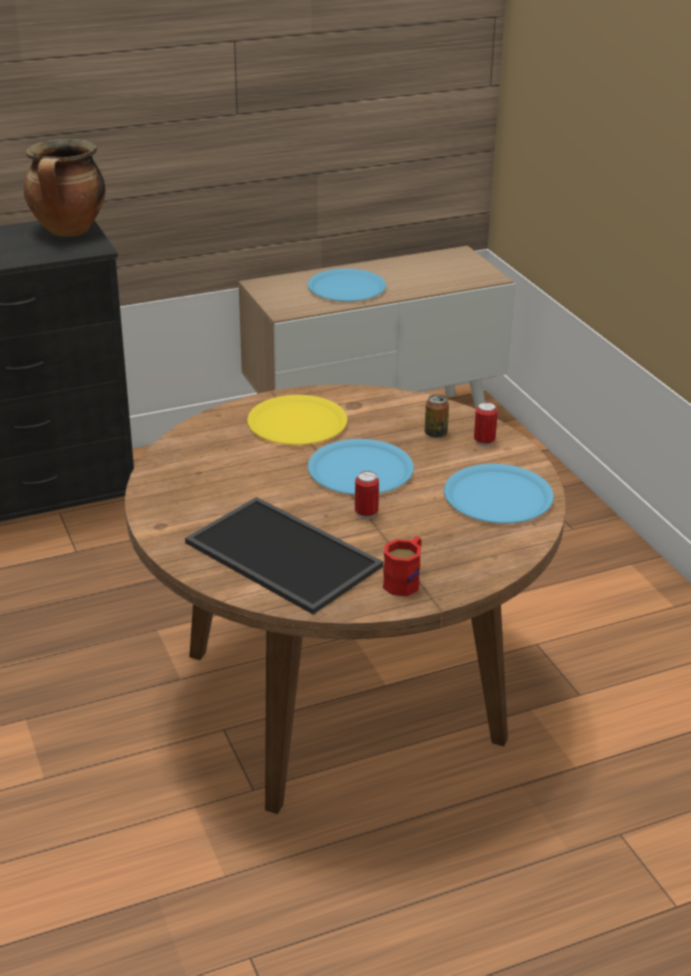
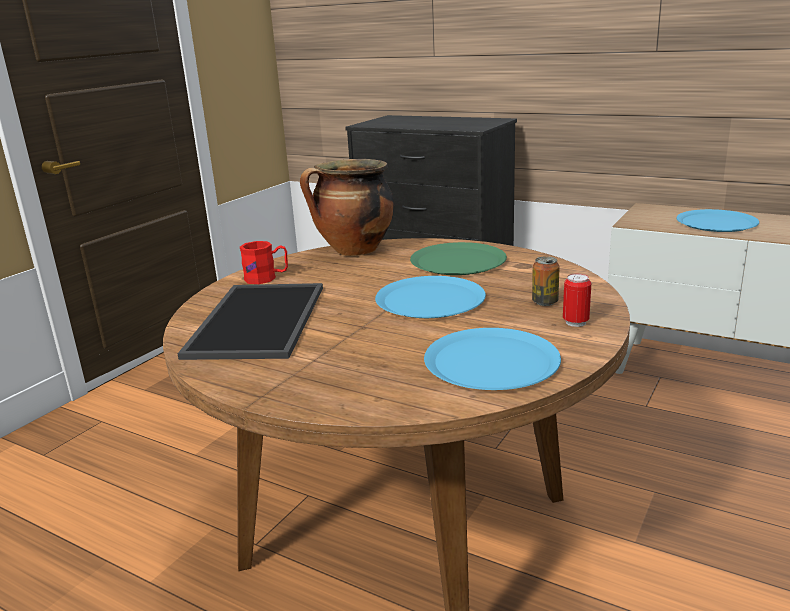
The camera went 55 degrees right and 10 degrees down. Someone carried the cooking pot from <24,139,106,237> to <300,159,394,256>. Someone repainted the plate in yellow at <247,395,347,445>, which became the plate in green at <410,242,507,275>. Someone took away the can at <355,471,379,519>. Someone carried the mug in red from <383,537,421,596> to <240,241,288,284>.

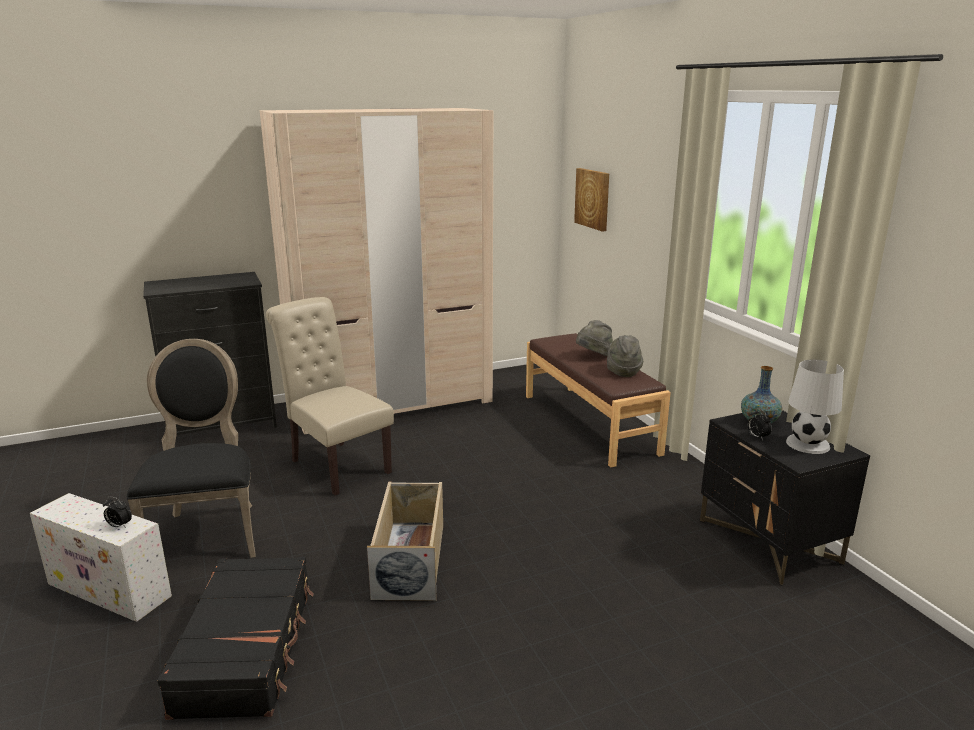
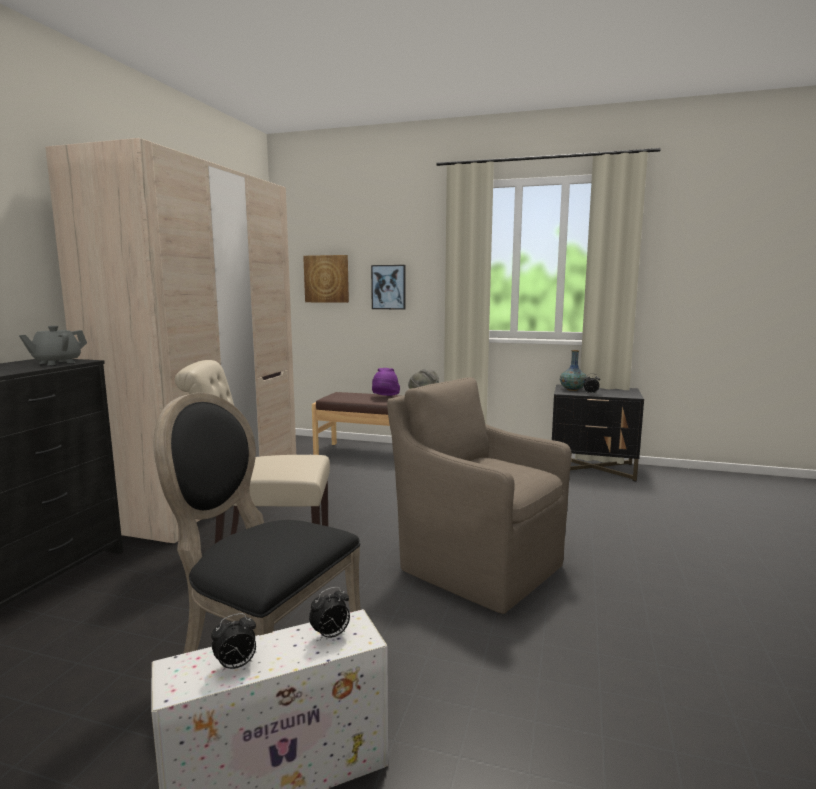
The camera went 50 degrees left and 10 degrees down. Someone took away the suitcase in black at <157,557,314,720>. Someone swapped the storage box in beige at <367,482,443,601> for the armchair in brown at <387,377,572,614>. Someone repainted the hat in grey at <576,320,613,356>, which became the hat in purple at <372,368,400,396>. Someone took away the table lamp in white at <786,359,844,454>. Someone put down the teapot in grey at <19,326,87,365>. Someone put down the alarm clock at <211,613,256,672>. Someone put up the picture at <371,265,405,310>.

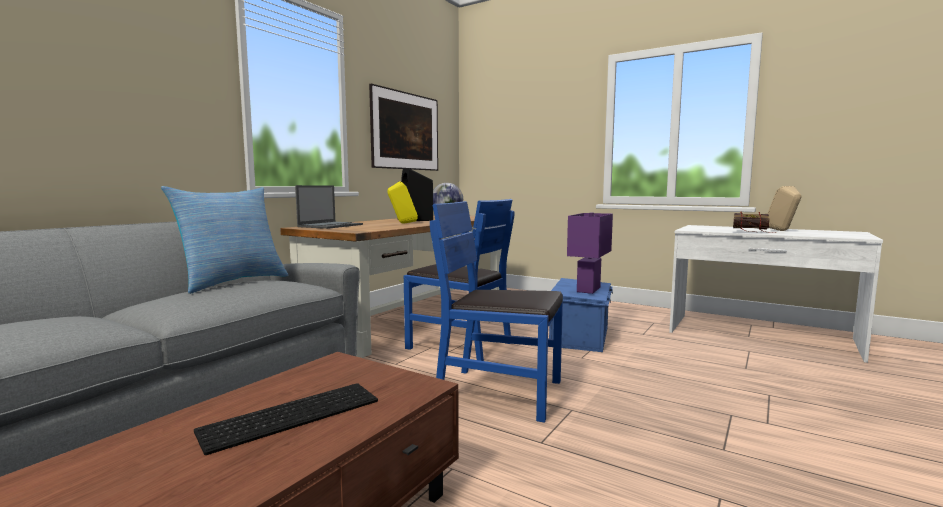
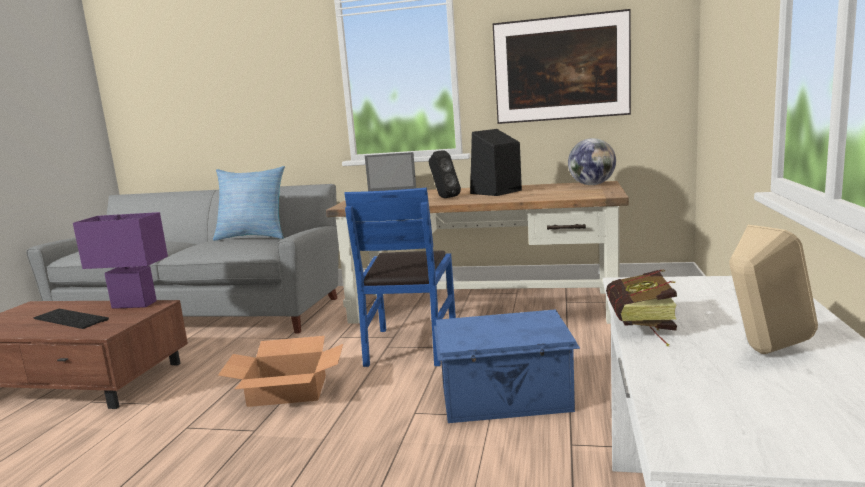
The camera went 70 degrees right and 5 degrees up. Someone repainted the speaker in yellow at <388,182,418,223>, which became the speaker in black at <429,150,461,198>. Someone swapped the chair in blue at <430,201,563,423> for the cardboard box at <218,336,343,407>. Someone carried the table lamp in purple from <567,213,613,294> to <73,212,168,309>.

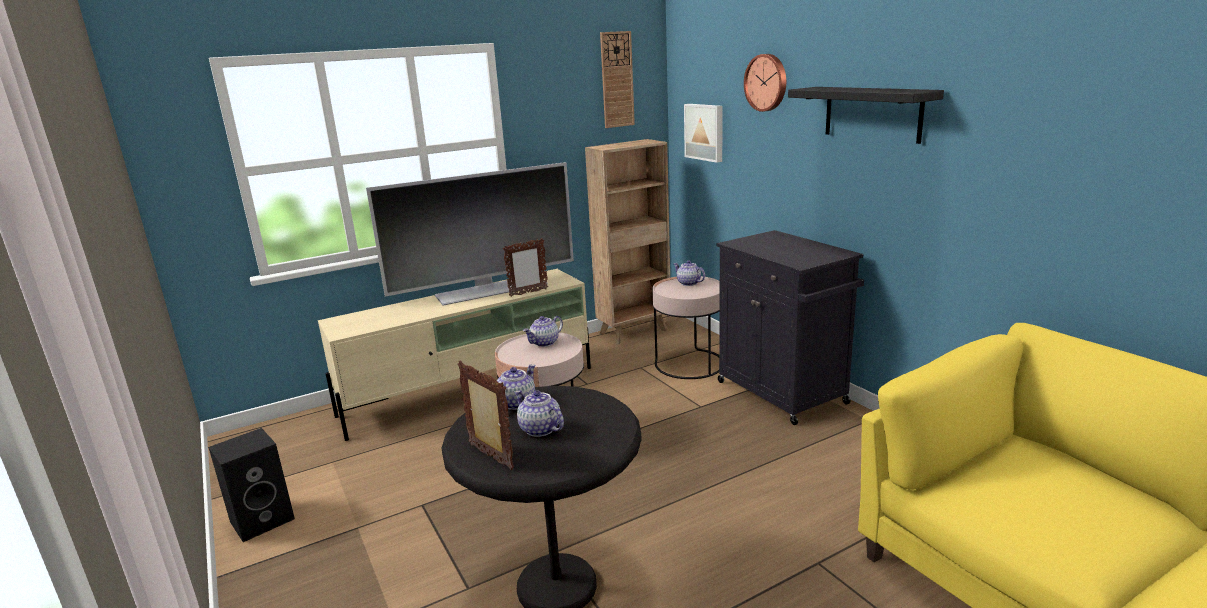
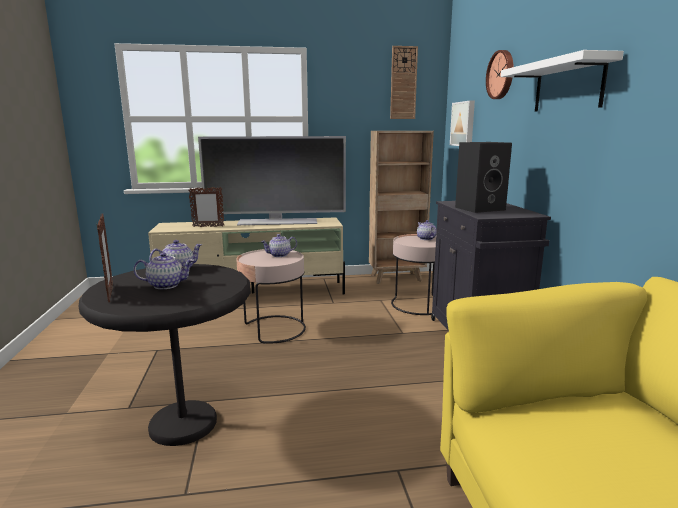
The camera went 20 degrees right and 5 degrees down. Someone carried the speaker in black from <208,428,295,542> to <455,142,512,213>. Someone carried the picture frame from <503,238,548,297> to <189,187,225,227>. Someone rotated the teapot at <514,390,564,437> by 105 degrees clockwise. Someone repainted the shelf in black at <788,87,944,144>, which became the shelf in white at <501,50,624,112>.

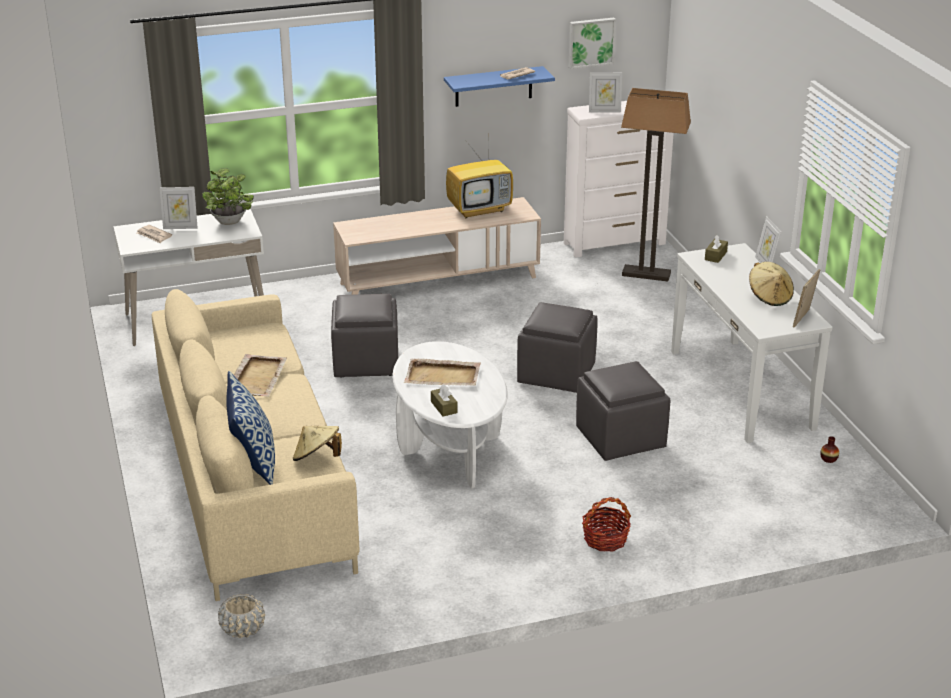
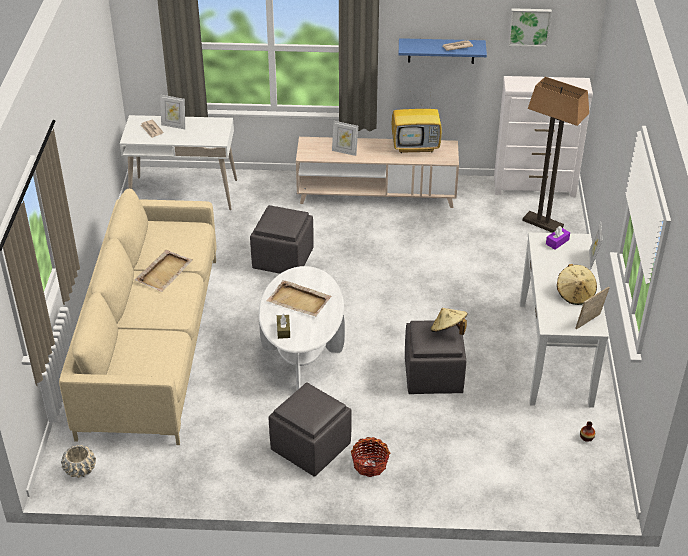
The camera went 20 degrees right and 10 degrees up. Someone took away the potted plant at <202,168,254,225>. Someone took away the pillow at <226,371,275,485>. Someone carried the hat in beige from <293,426,342,461> to <431,308,468,335>. Someone carried the ottoman in grey from <517,302,598,393> to <269,382,352,477>. Someone carried the picture frame from <589,72,622,113> to <332,121,358,156>. Someone repainted the tissue box in brown at <705,235,728,263>, which became the tissue box in purple at <546,226,570,249>.

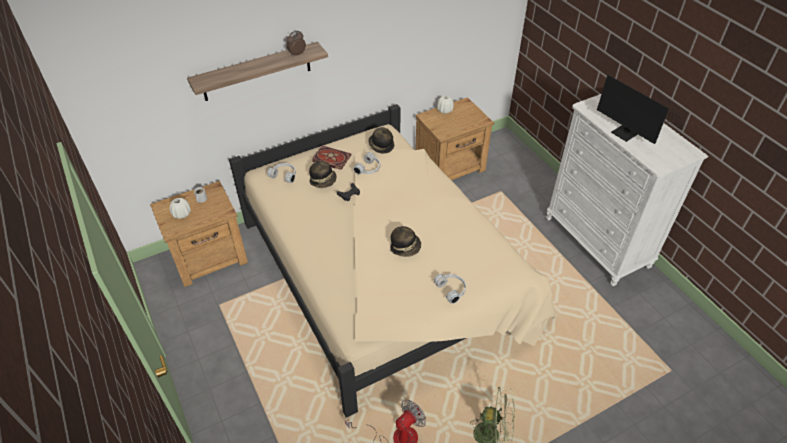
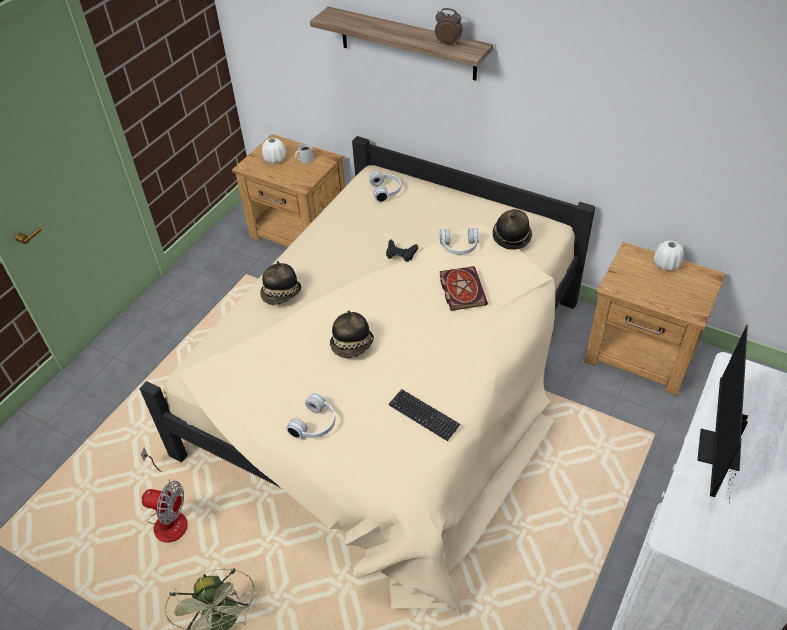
The camera went 60 degrees right and 0 degrees up. Someone carried the hat from <309,160,337,188> to <260,261,301,305>. Someone carried the book from <312,146,351,170> to <440,266,488,311>. Someone put down the keyboard at <388,389,461,441>.

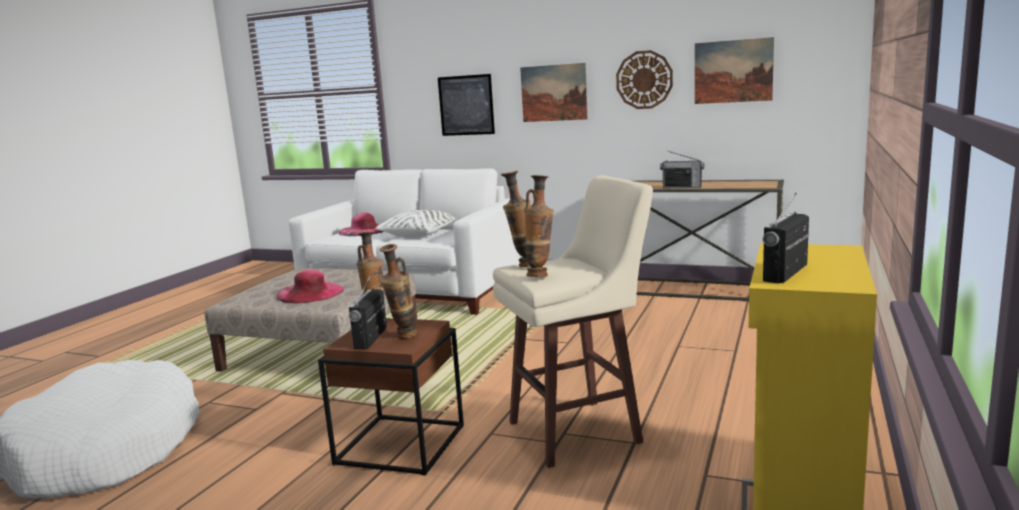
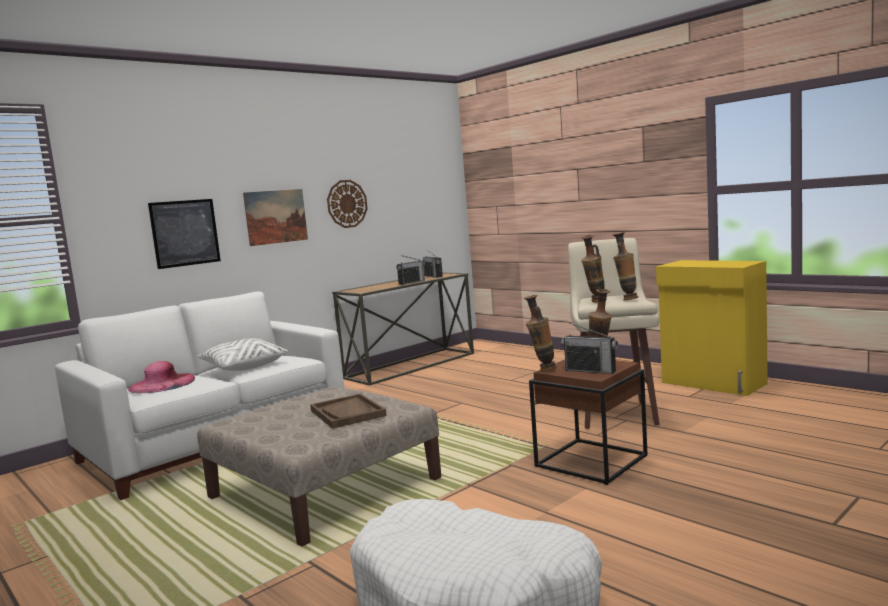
The camera went 65 degrees left and 5 degrees down. Someone swapped the hat in pink at <276,269,344,303> for the tray in brown at <310,393,387,429>. Someone took away the picture at <695,37,774,104>. Someone carried the radio from <763,193,809,283> to <423,249,443,278>.

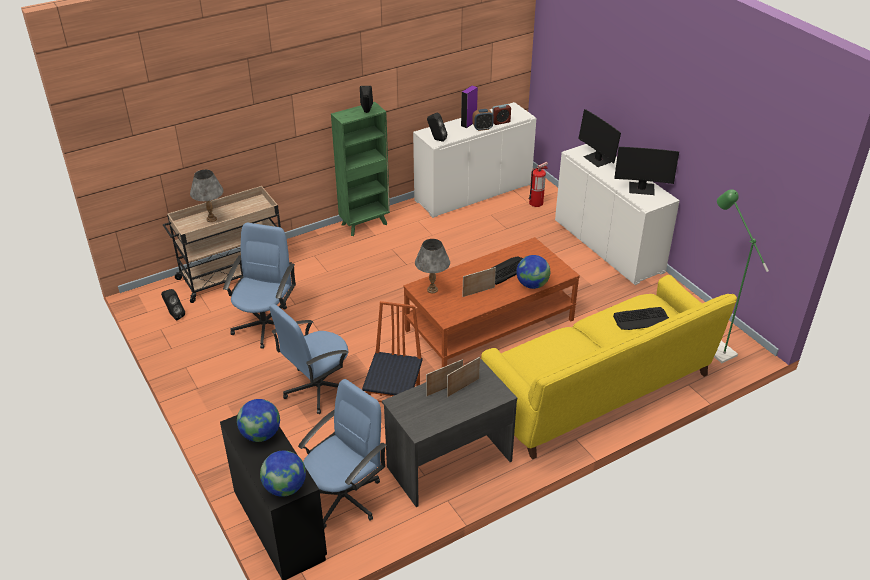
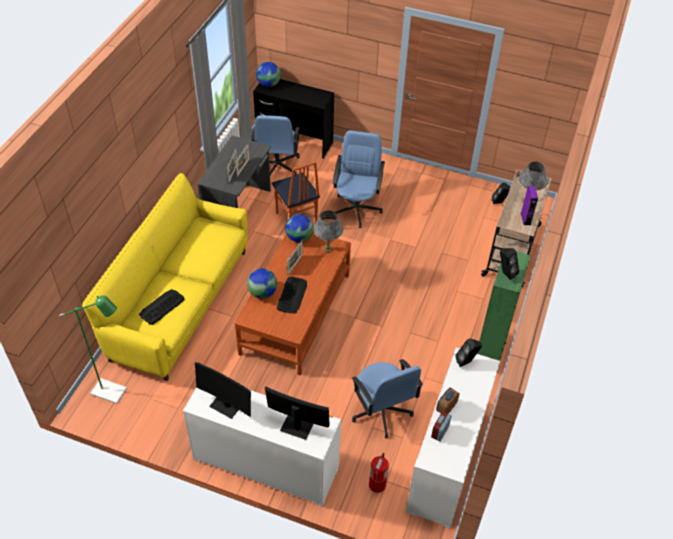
The camera went 140 degrees right and 10 degrees up. Someone carried the office chair in blue from <223,223,296,349> to <352,359,423,438>. Someone carried the globe from <237,399,280,442> to <285,214,314,242>. Someone carried the speaker in purple from <461,86,478,128> to <521,186,538,226>. Someone rotated the monitor at <614,147,679,195> by 120 degrees counterclockwise.

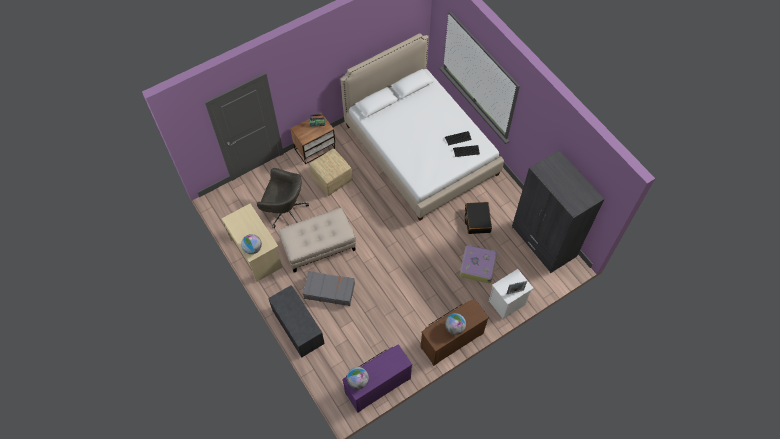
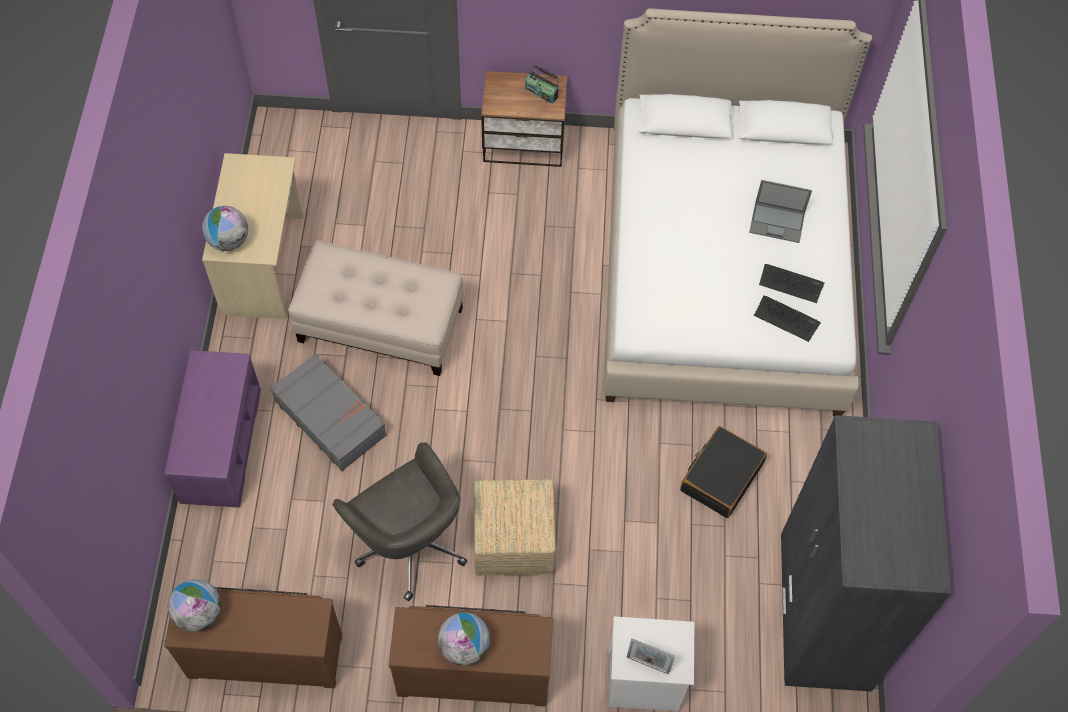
The camera went 35 degrees right and 0 degrees up. Someone carried the office chair in grey from <257,168,309,228> to <332,442,467,601>. Someone repainted the bench in grey at <268,285,325,358>, which became the bench in purple at <165,350,261,508>. Someone carried the ottoman from <309,149,353,196> to <473,479,556,576>. Someone repainted the dresser in purple at <342,344,412,413>, which became the dresser in brown at <164,587,342,688>. Someone took away the suitcase at <460,245,497,283>. Someone put down the laptop at <749,180,812,243>.

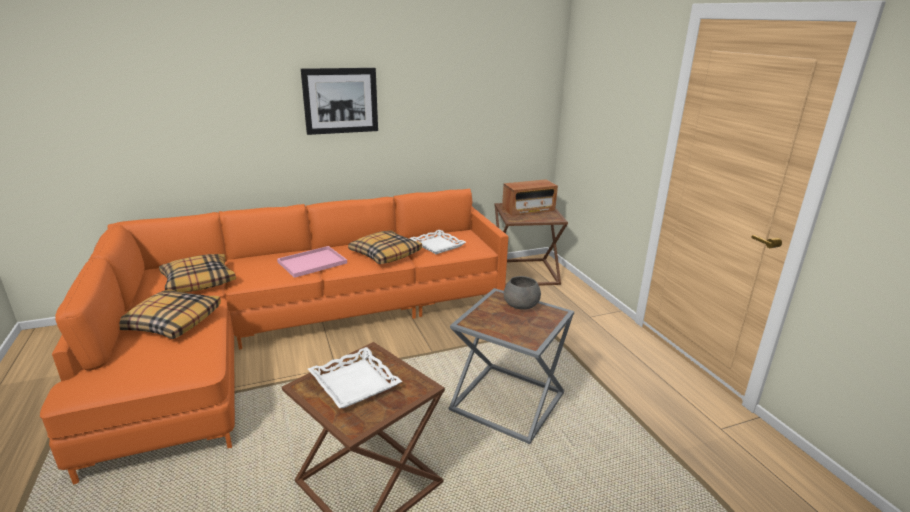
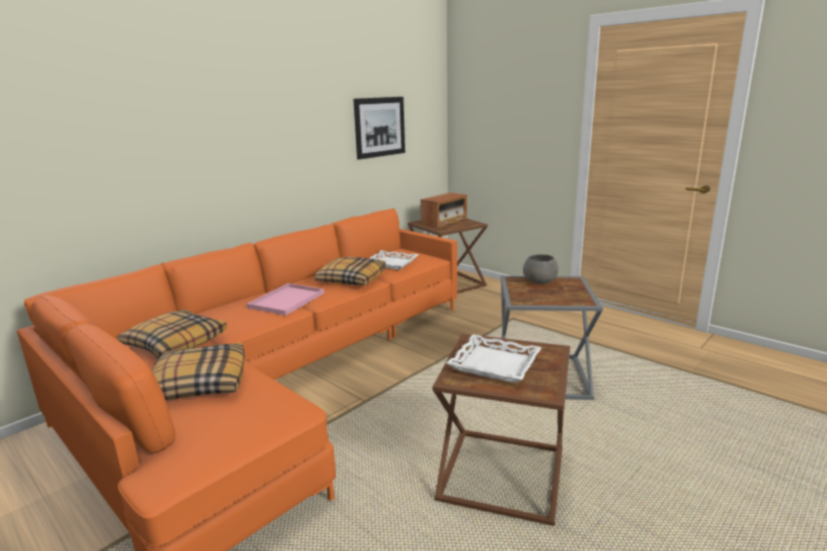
The camera went 25 degrees left and 5 degrees down. Someone carried the picture from <301,68,378,135> to <353,97,405,160>.

